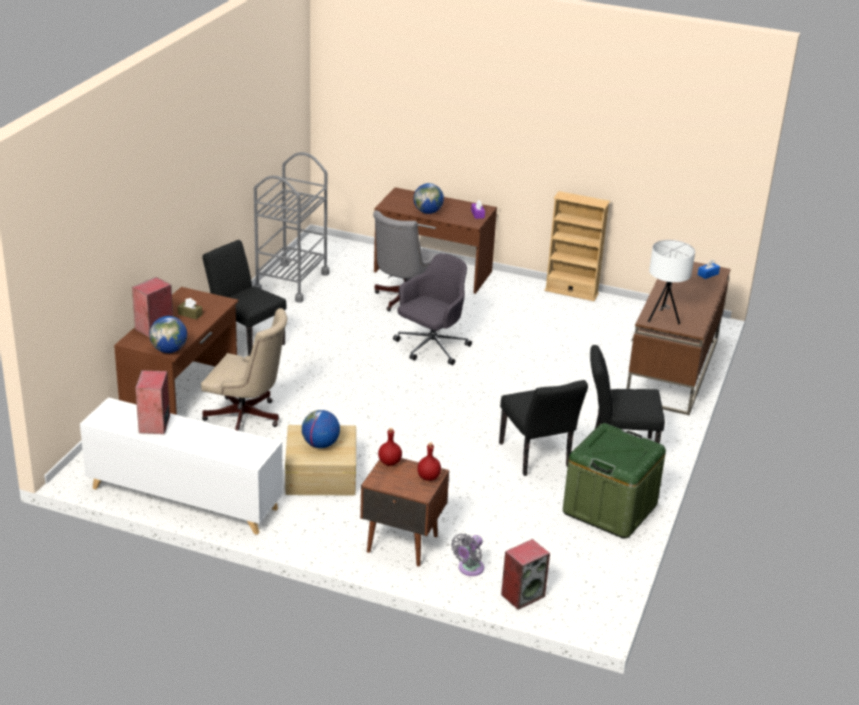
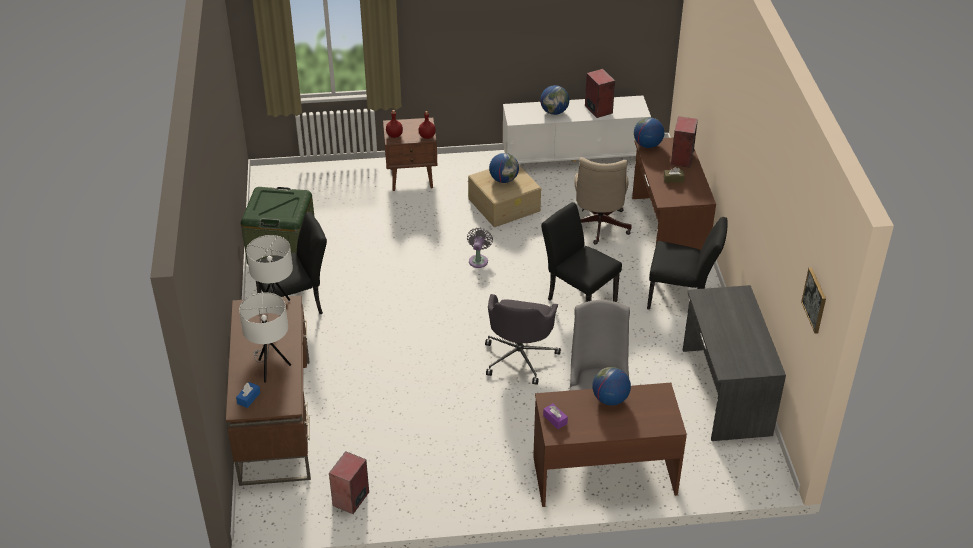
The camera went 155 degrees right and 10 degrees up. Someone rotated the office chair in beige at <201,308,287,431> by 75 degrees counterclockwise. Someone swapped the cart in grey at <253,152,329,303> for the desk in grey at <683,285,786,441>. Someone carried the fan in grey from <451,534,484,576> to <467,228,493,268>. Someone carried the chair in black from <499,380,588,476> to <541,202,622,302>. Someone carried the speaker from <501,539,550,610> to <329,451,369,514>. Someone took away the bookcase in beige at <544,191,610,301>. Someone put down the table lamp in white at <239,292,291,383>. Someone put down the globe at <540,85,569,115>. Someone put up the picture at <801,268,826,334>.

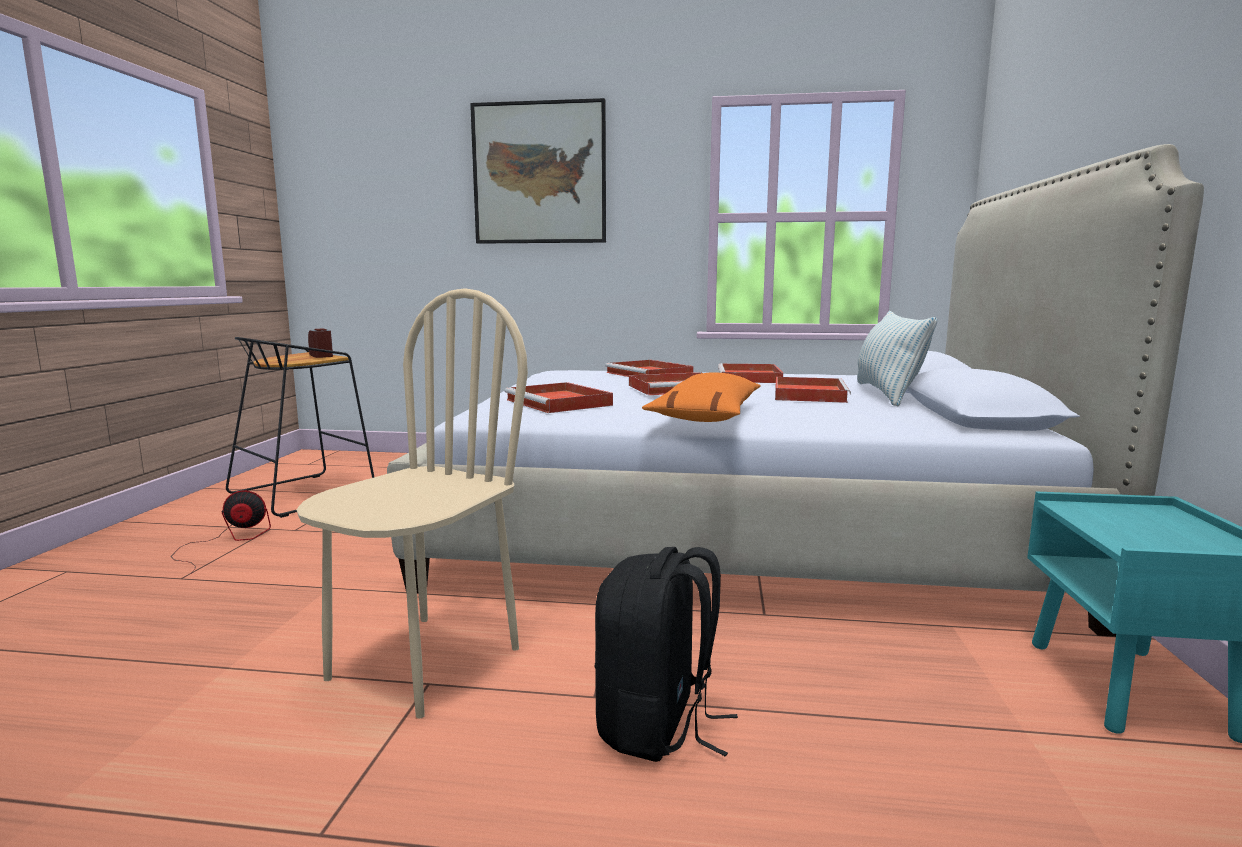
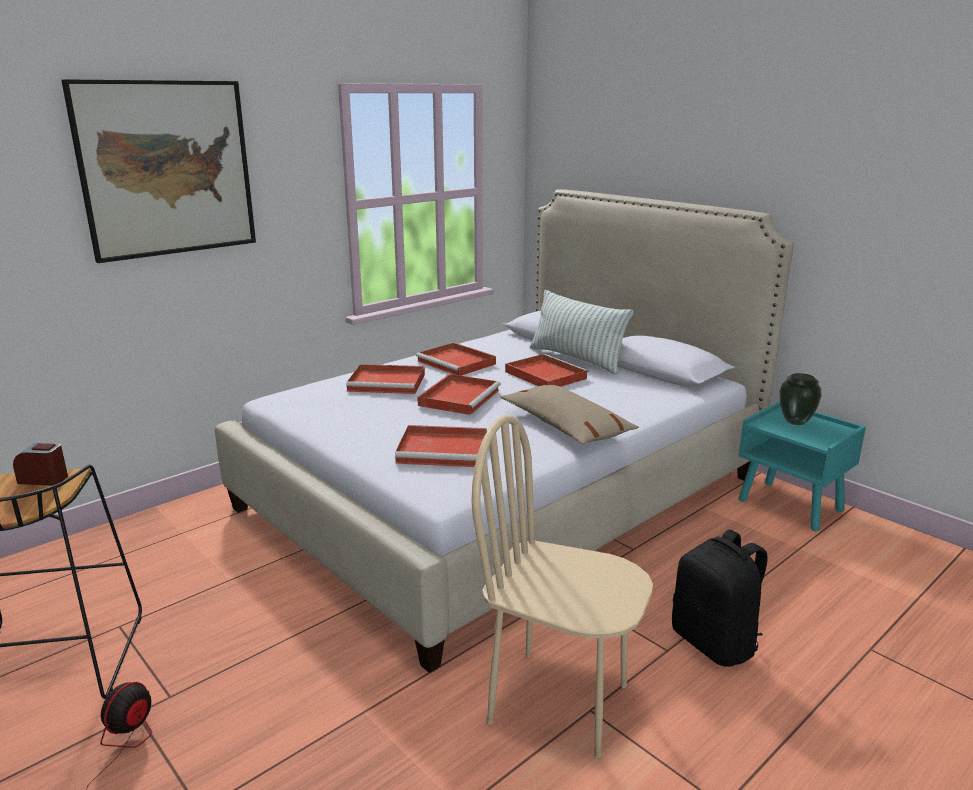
The camera went 50 degrees left and 10 degrees up. Someone rotated the chair in beige at <296,288,528,718> by 45 degrees counterclockwise. Someone repainted the pillow in orange at <642,372,761,422>, which became the pillow in beige at <500,384,639,445>. Someone put down the vase at <780,373,822,425>.

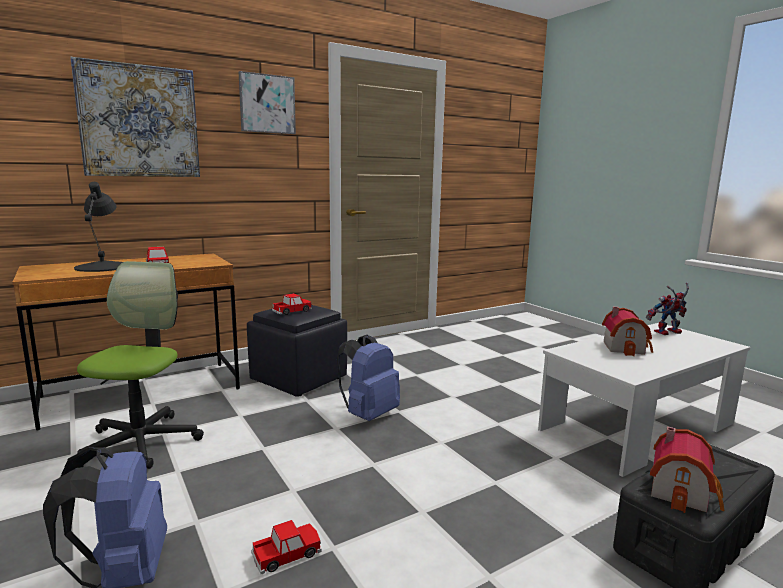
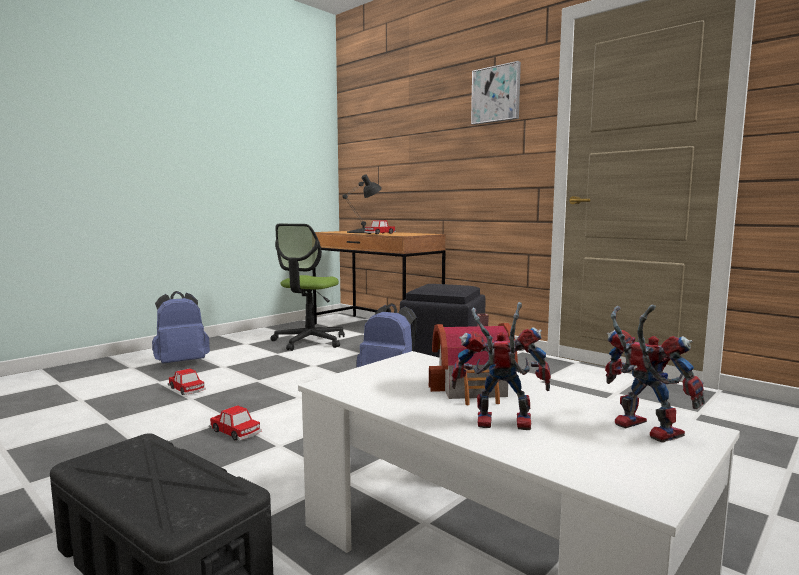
The camera went 75 degrees right and 5 degrees down. Someone took away the picture at <70,57,200,177>. Someone rotated the office chair at <77,261,204,469> by 120 degrees clockwise. Someone carried the toy car from <272,293,312,315> to <209,405,261,441>. Someone took away the toy house at <650,427,725,513>. Someone put down the toy robot at <452,302,551,430>.

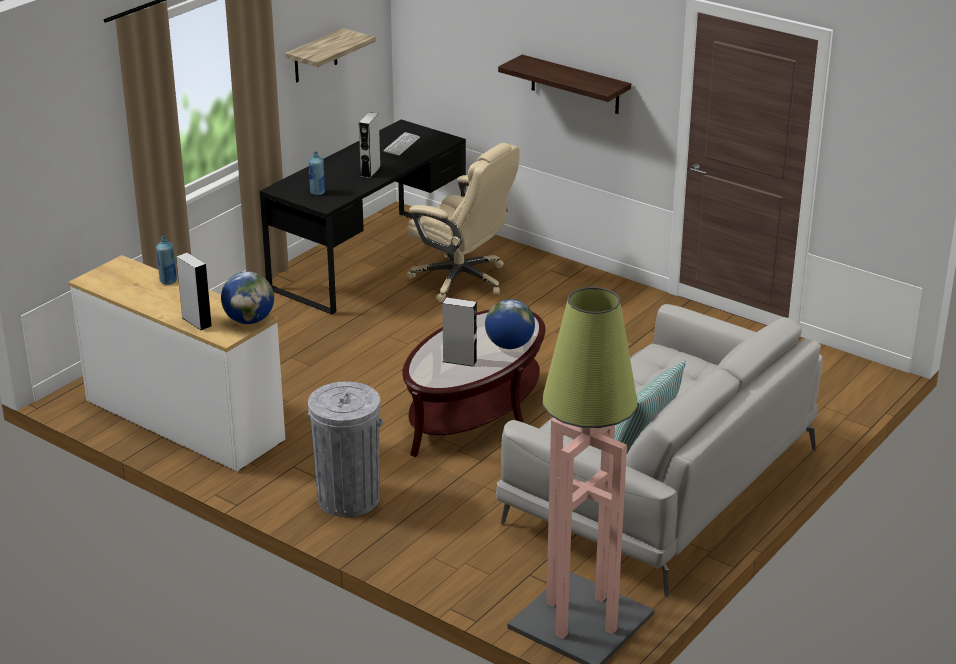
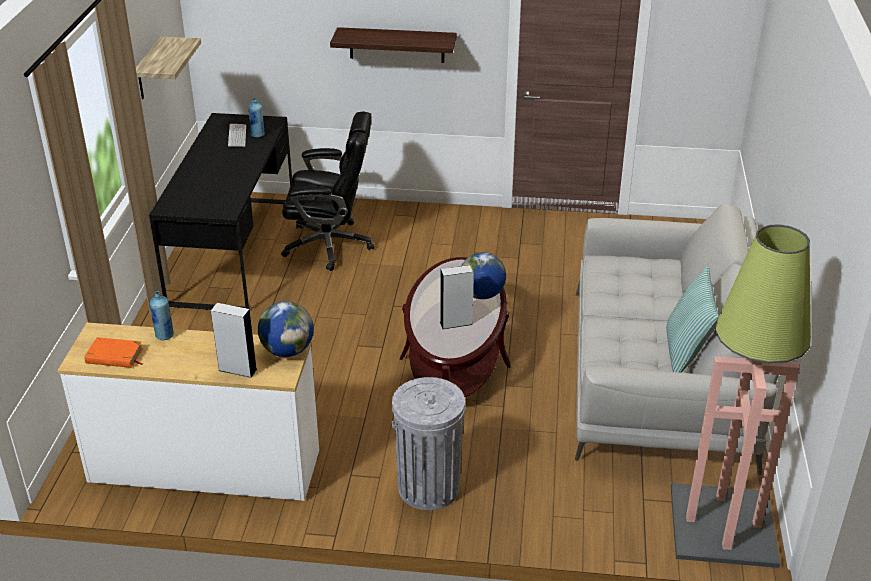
The camera went 30 degrees left and 5 degrees up. Someone carried the bottle in blue from <309,151,325,195> to <249,98,265,138>. Someone took away the speaker in grey at <359,112,380,178>. Someone repainted the office chair in beige at <407,143,520,302>, which became the office chair in black at <281,111,374,271>. Someone put down the book in orange at <84,337,143,368>.

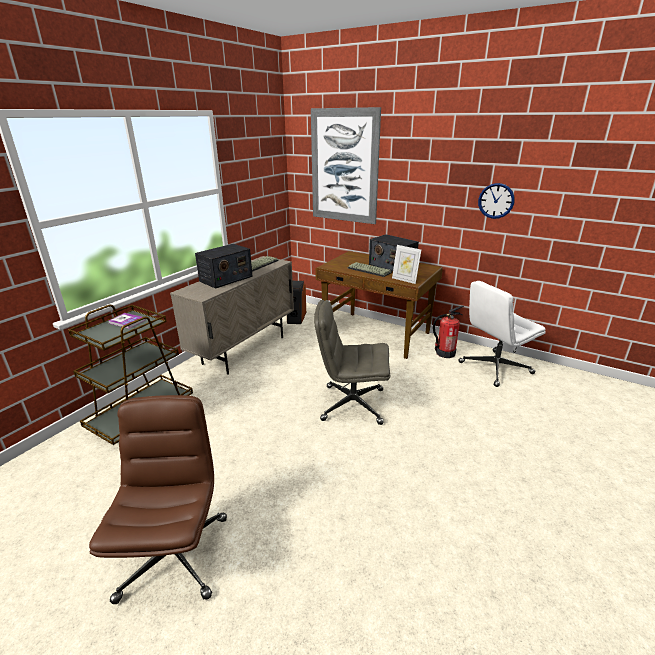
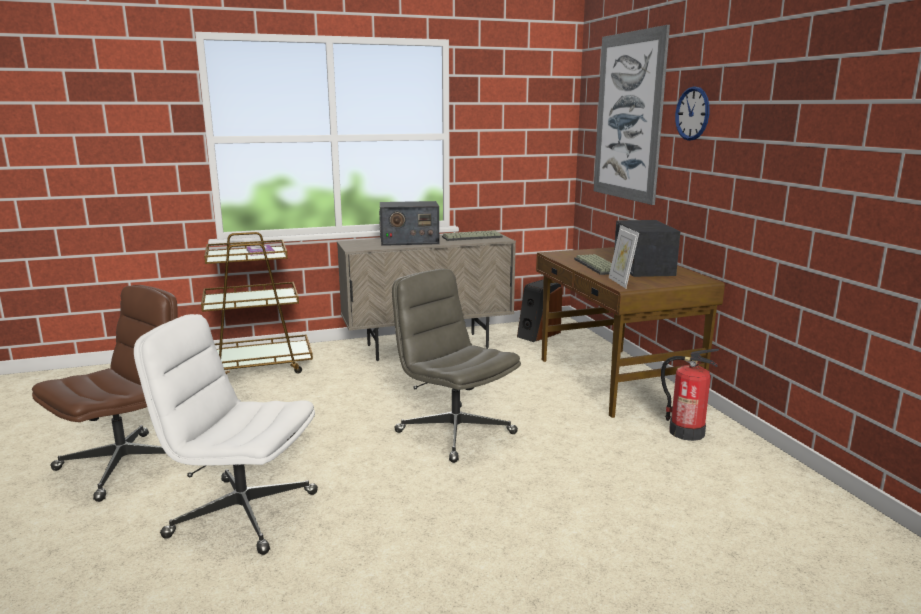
The camera went 40 degrees right and 10 degrees down. Someone carried the office chair in white from <459,281,546,387> to <134,314,318,555>. Someone carried the wall clock from <478,183,515,219> to <675,86,710,141>.

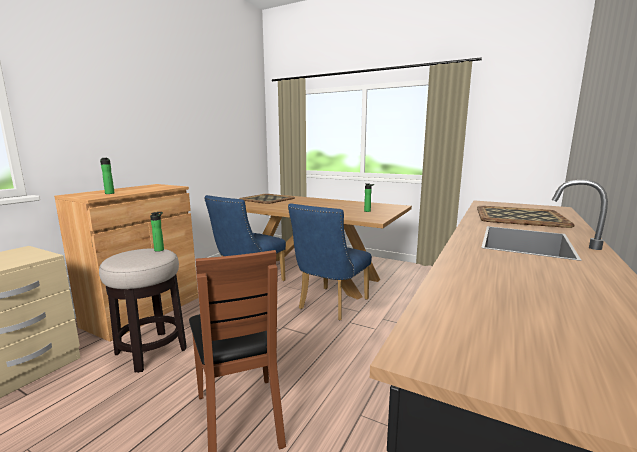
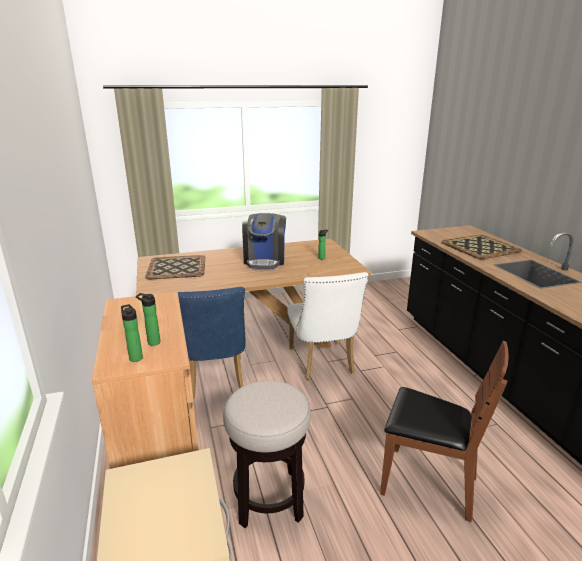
The camera went 45 degrees left and 10 degrees up. Someone carried the bottle from <150,212,164,252> to <121,304,143,362>. Someone repainted the chair in blue at <288,203,372,321>, which became the chair in white at <287,272,368,380>. Someone put down the coffee machine at <242,213,286,269>.

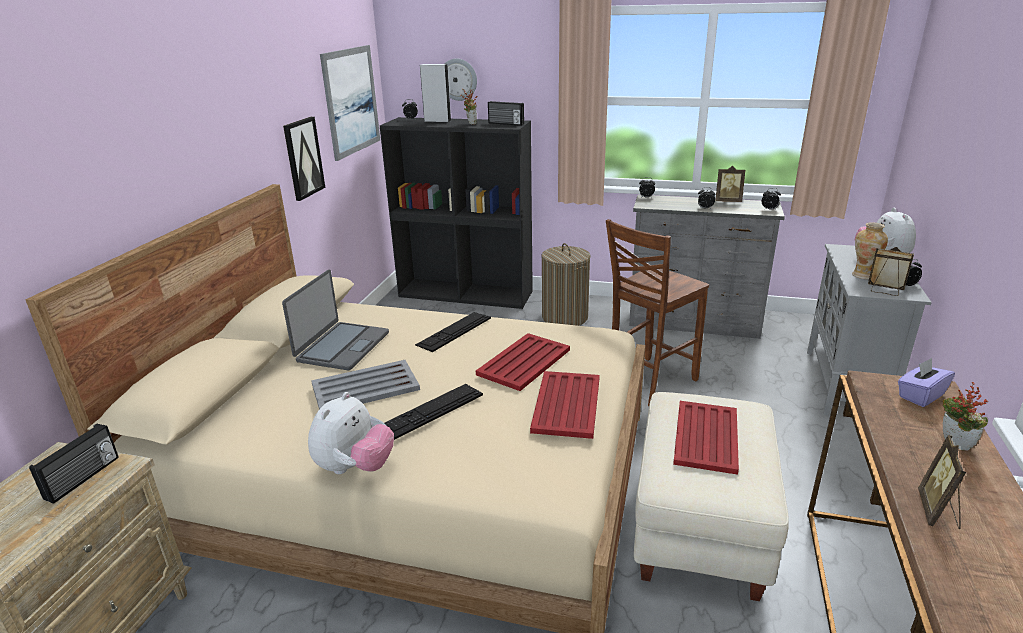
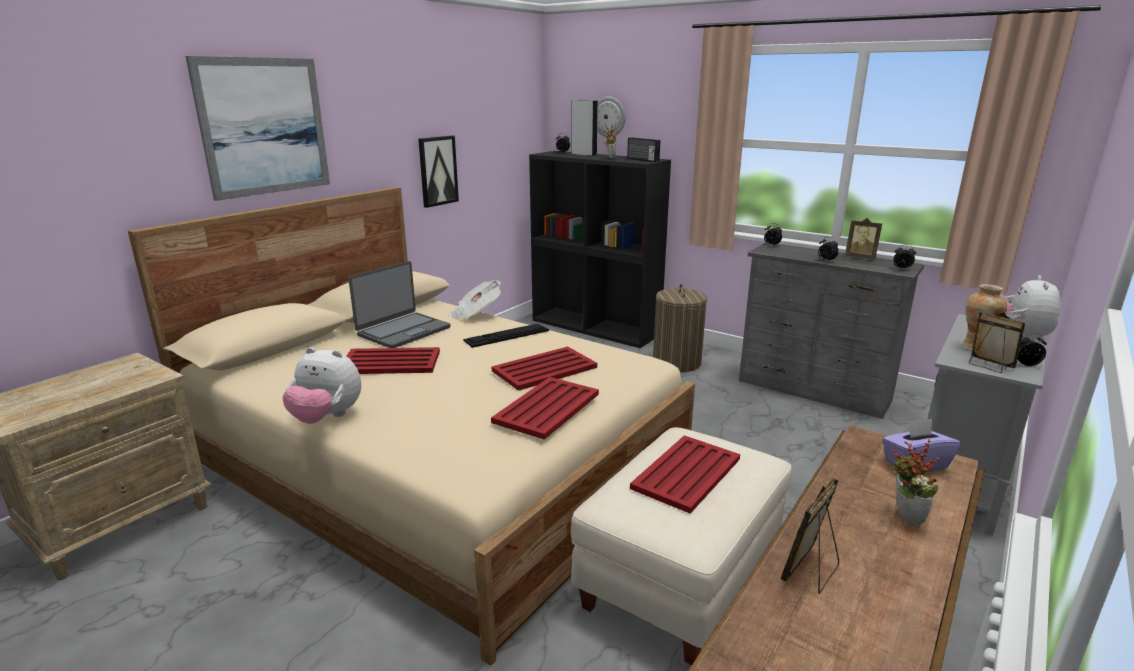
The camera went 20 degrees right and 5 degrees down. Someone took away the radio at <29,423,119,504>. Someone rotated the plush toy at <308,392,394,474> by 60 degrees clockwise. Someone repainted the tray in grey at <311,360,420,409>, which became the tray in red at <347,347,440,374>. Someone carried the picture from <320,45,380,161> to <186,56,330,201>. Someone took away the keyboard at <385,384,483,440>. Someone took away the chair in brown at <606,219,709,406>. Someone put down the newspaper at <448,280,501,320>.

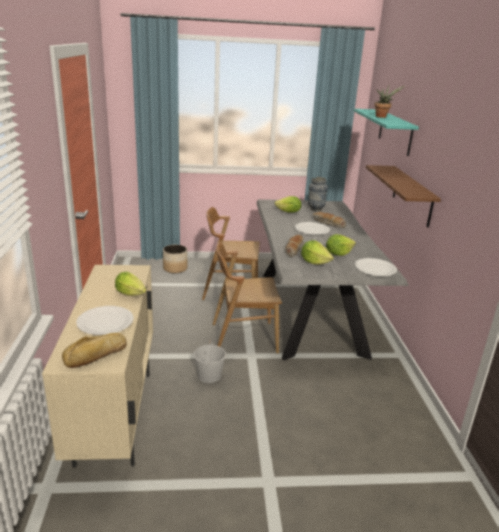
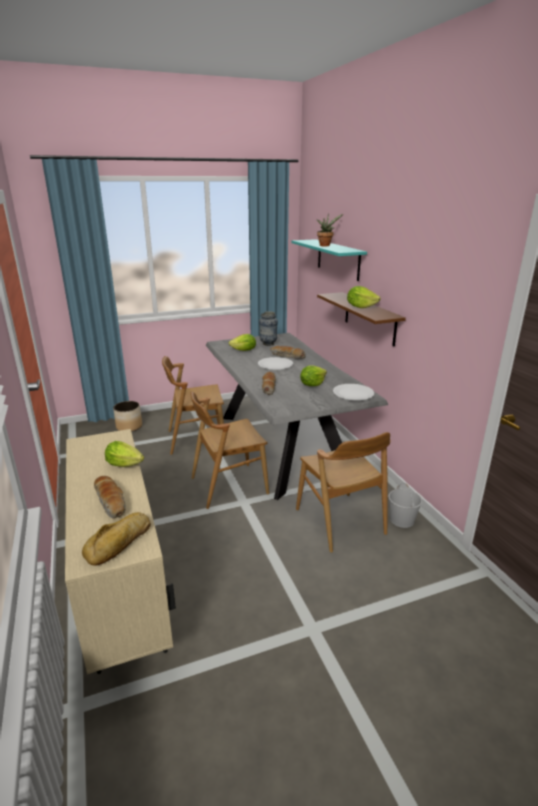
The camera went 15 degrees left and 0 degrees up. Someone swapped the plate in white at <76,306,134,335> for the bread at <94,476,126,519>. Someone carried the bucket in white from <194,339,226,383> to <389,483,422,528>. Someone carried the lettuce from <301,240,334,265> to <347,286,381,308>. Someone put down the chair in brown at <296,432,391,552>.

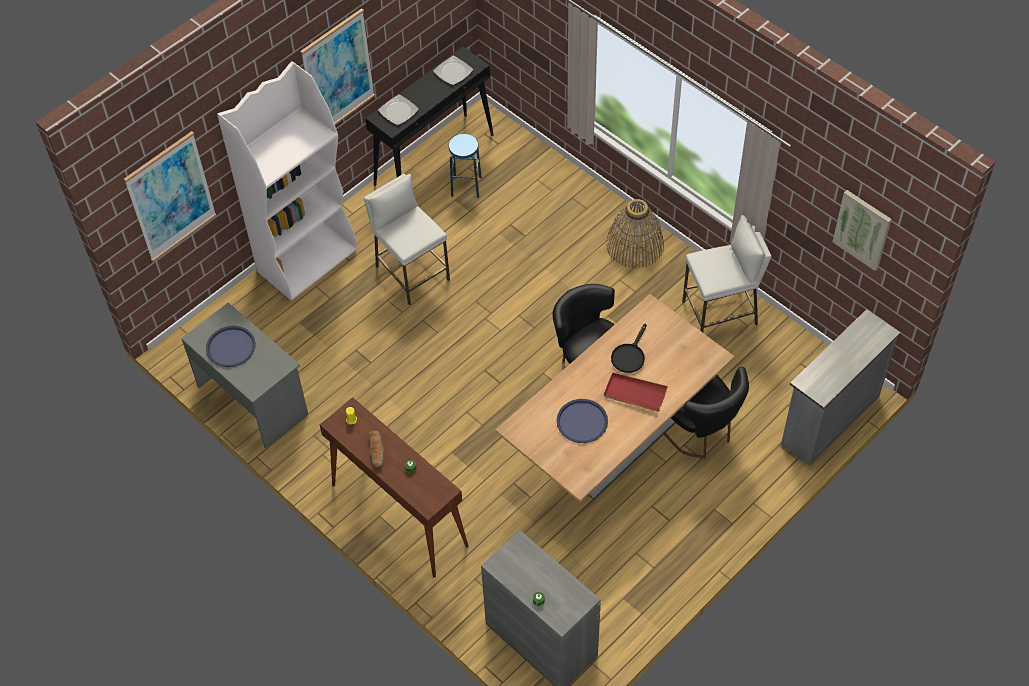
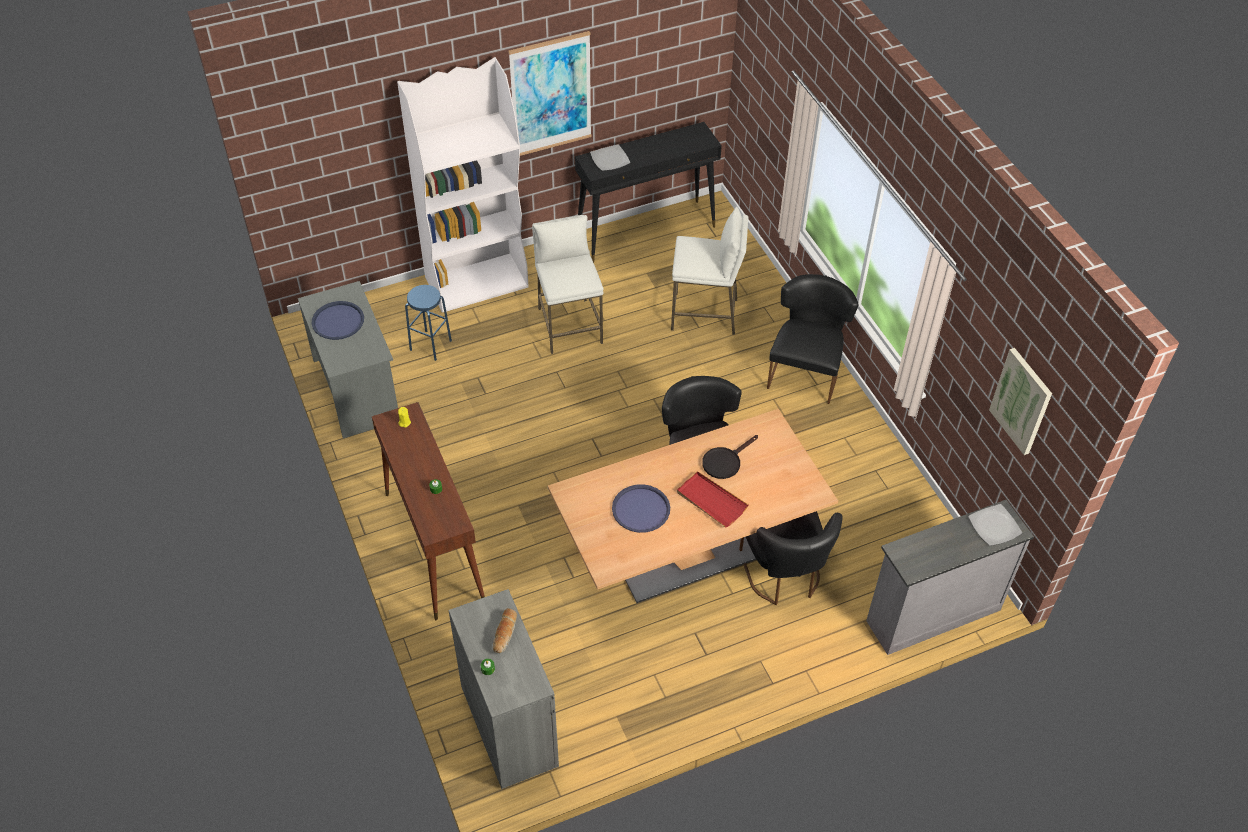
The camera went 20 degrees right and 5 degrees down. Someone took away the picture at <124,131,217,262>. Someone carried the bread from <369,431,384,467> to <493,608,517,653>. Someone carried the plate from <433,56,473,85> to <968,504,1022,546>. Someone carried the stool in blue from <449,134,482,198> to <405,285,452,361>. Someone swapped the basket at <606,199,664,269> for the chair in black at <767,274,859,404>. Someone carried the stool in white from <682,215,772,333> to <671,207,748,335>.

